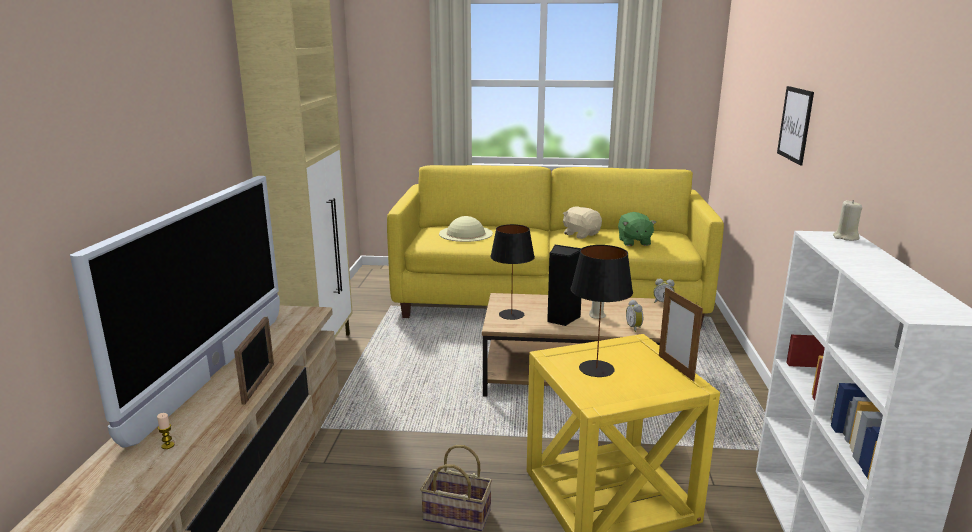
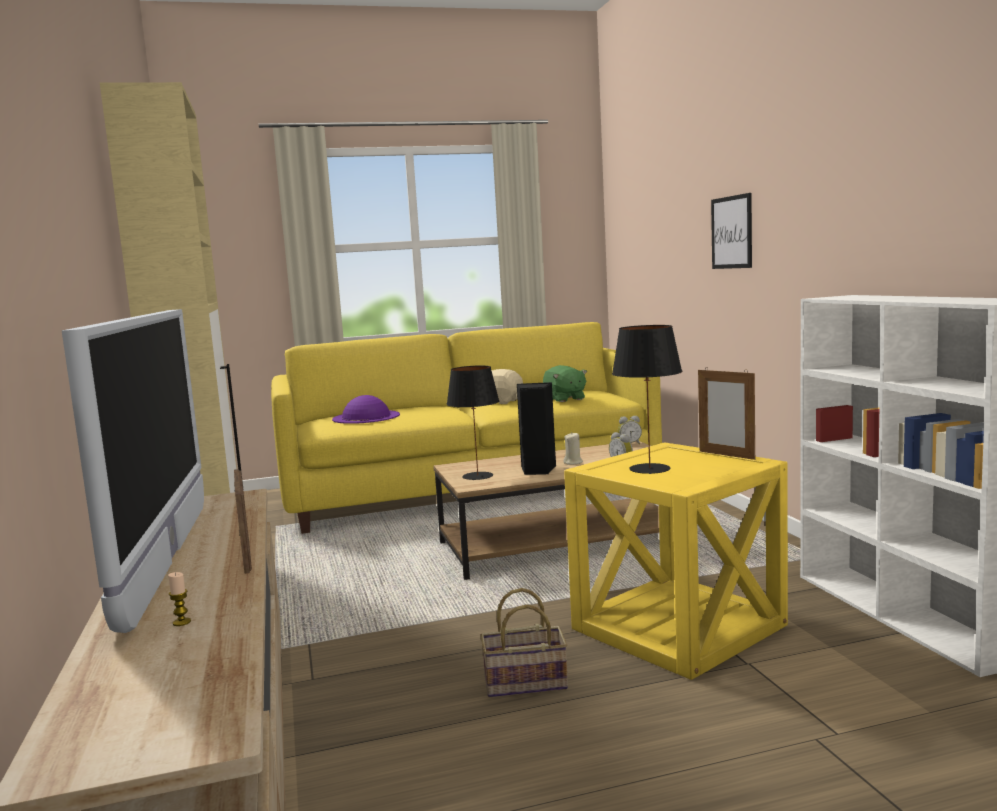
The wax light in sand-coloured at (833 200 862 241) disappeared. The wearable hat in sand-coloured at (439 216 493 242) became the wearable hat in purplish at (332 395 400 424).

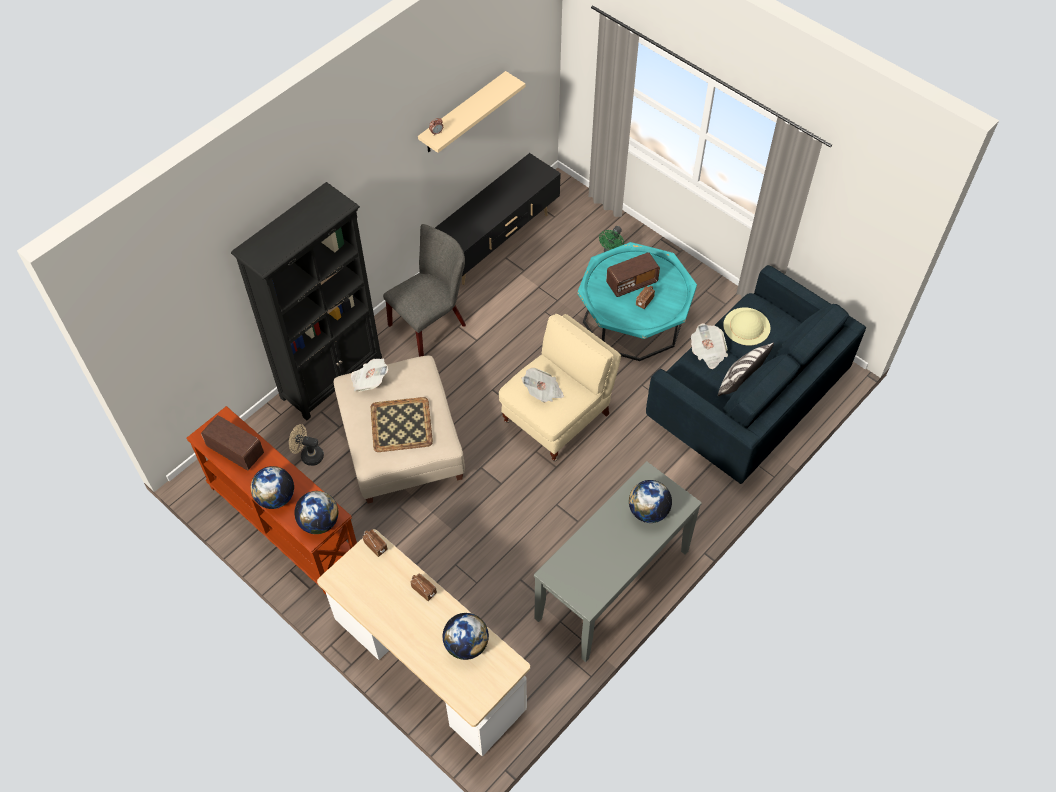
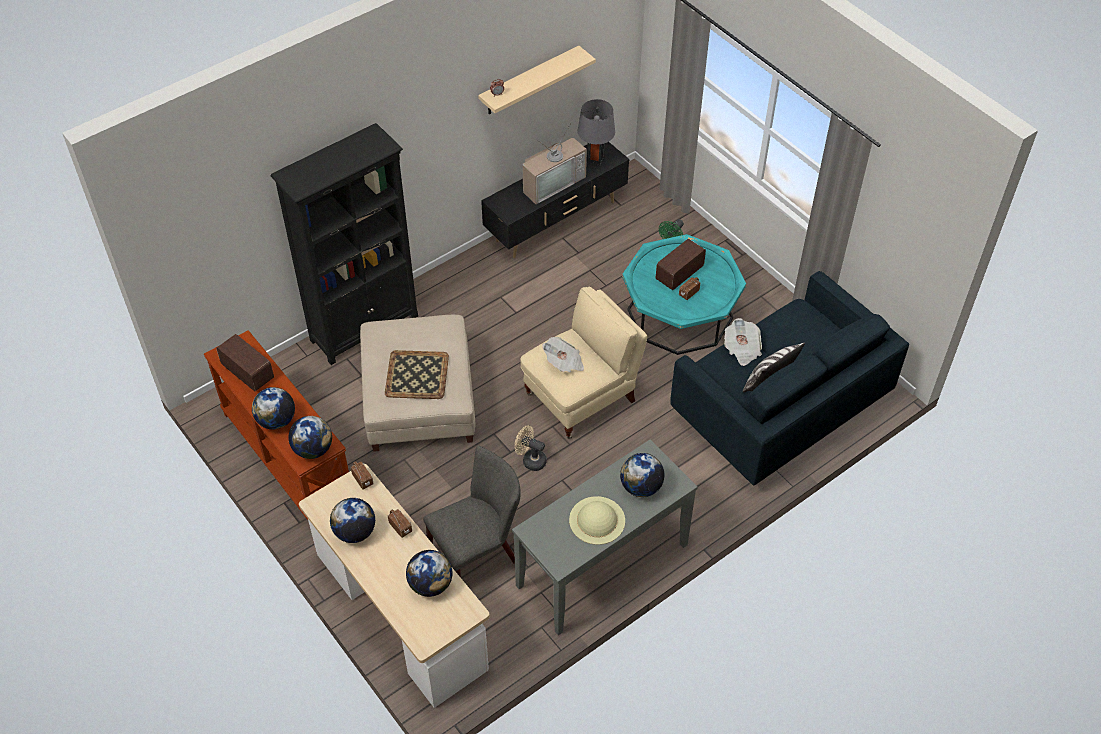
The chair in gray moved from (383 224 466 357) to (423 446 521 578). The radio receiver at (606 252 660 297) turned 150 degrees clockwise. The wearable hat in sand-coloured moved from (723 308 771 345) to (569 496 625 545). The printed paper at (351 359 388 392) disappeared. The electric fan in sand-coloured moved from (289 424 324 466) to (515 425 547 471). The lamp for a table in gray at (578 99 615 166) appeared. The TV at (522 123 587 204) appeared. The desk globe at (330 498 375 543) appeared.

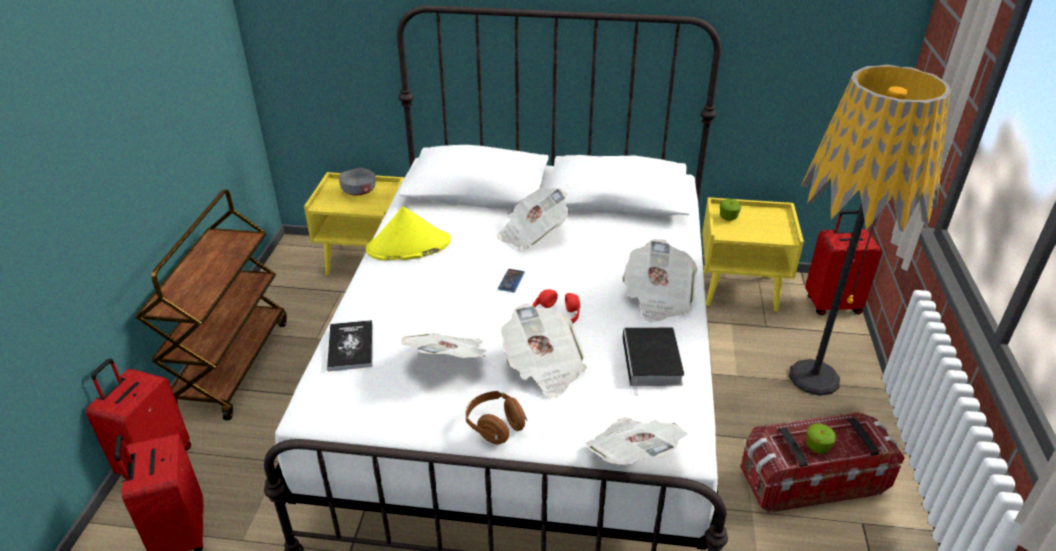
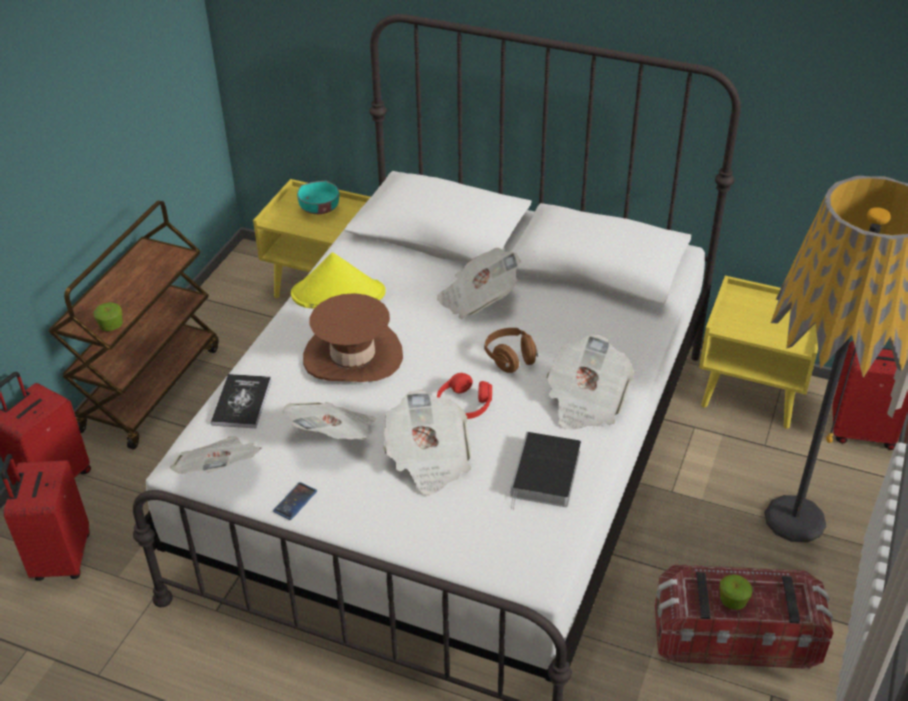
The serving bowl in gray at (339 168 376 195) became the serving bowl in blue-green at (297 181 339 214). The whole apple moved from (720 199 741 221) to (94 302 123 331). The phone moved from (498 269 525 292) to (273 482 317 520). The headphones in brown-coloured moved from (466 391 527 445) to (484 328 538 373). The printed paper moved from (586 417 688 465) to (169 436 262 474). The wearable hat in brown-coloured at (303 293 403 382) appeared.

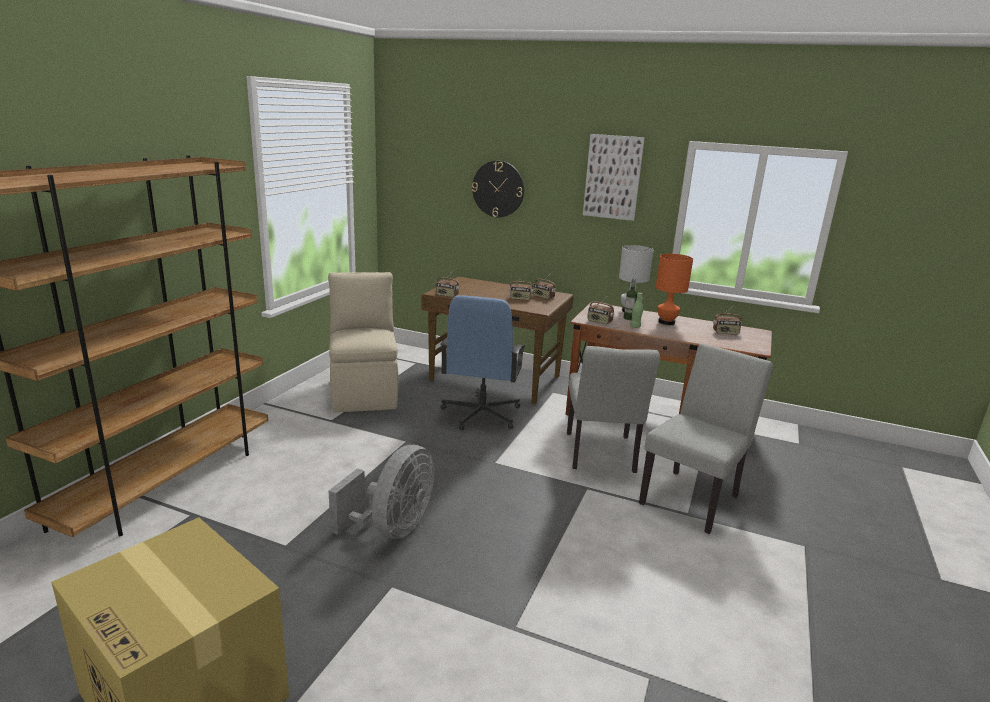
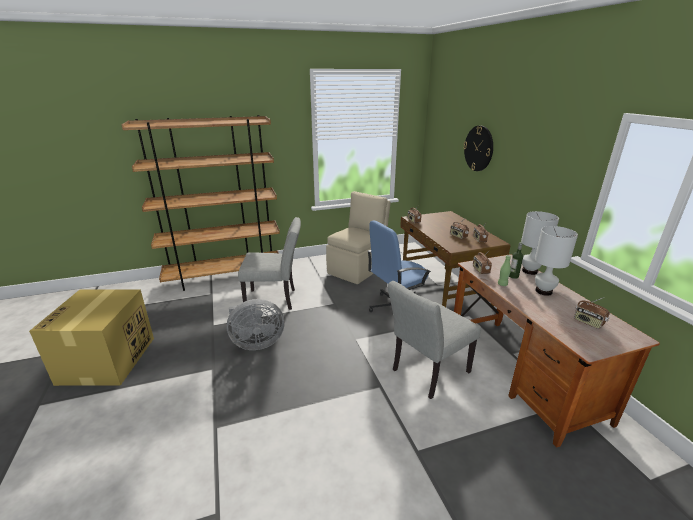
The wall art at (583 134 645 221) disappeared. The lamp for a table in orange-coloured at (656 254 693 325) became the lamp for a table in white-coloured at (535 226 578 296). The chair in gray moved from (639 343 773 534) to (238 217 301 310).

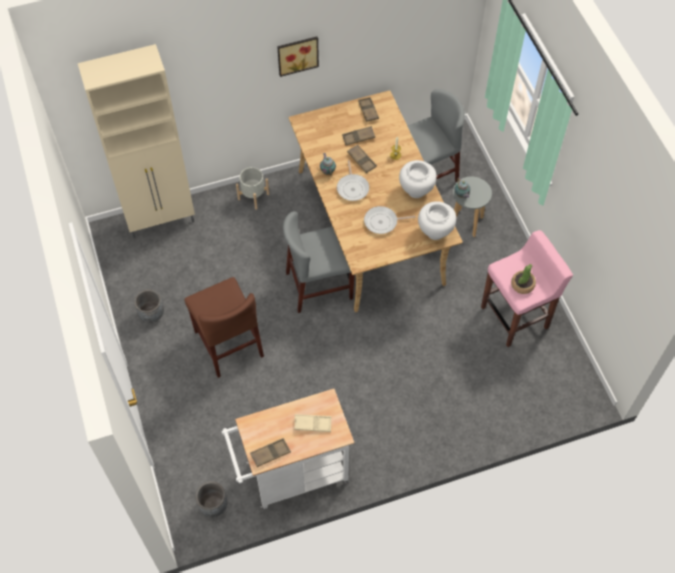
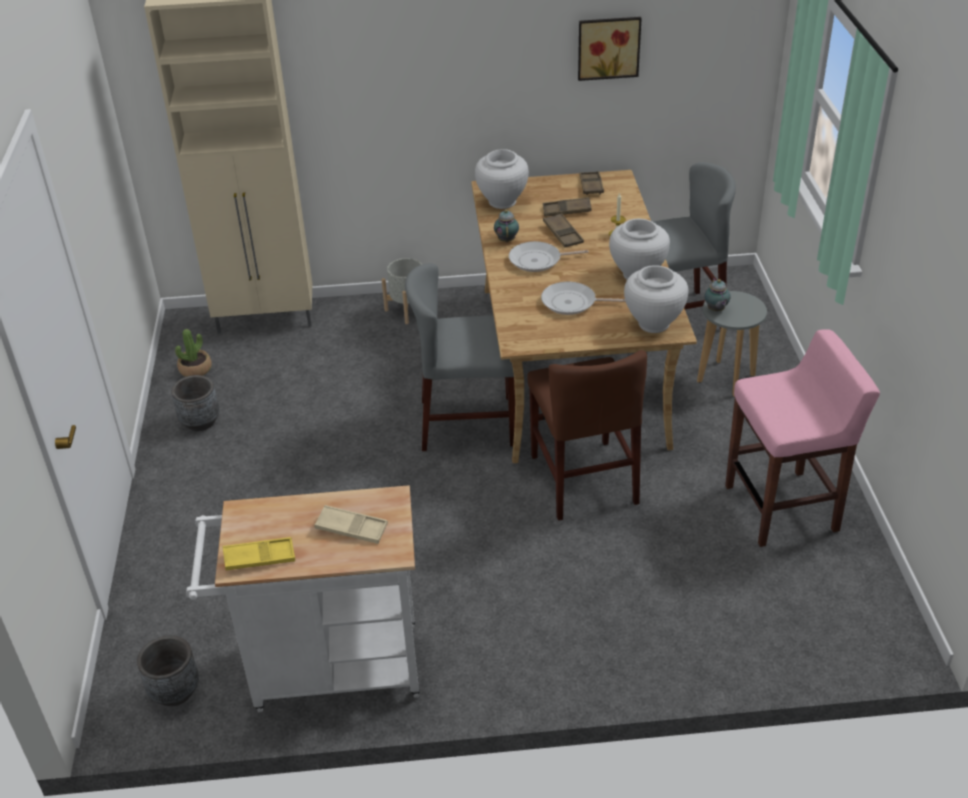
The wall art moved from (277 37 319 77) to (578 17 642 81). The skillet at (337 160 369 201) turned 75 degrees clockwise. The plant in a pot moved from (511 264 536 294) to (175 329 212 377). The chair in brown-coloured moved from (185 277 264 378) to (527 350 647 521). The carrying tray in brown-coloured at (250 438 291 467) became the carrying tray in yellow at (223 537 295 570). The decorative vase in white-coloured at (475 149 529 209) appeared.

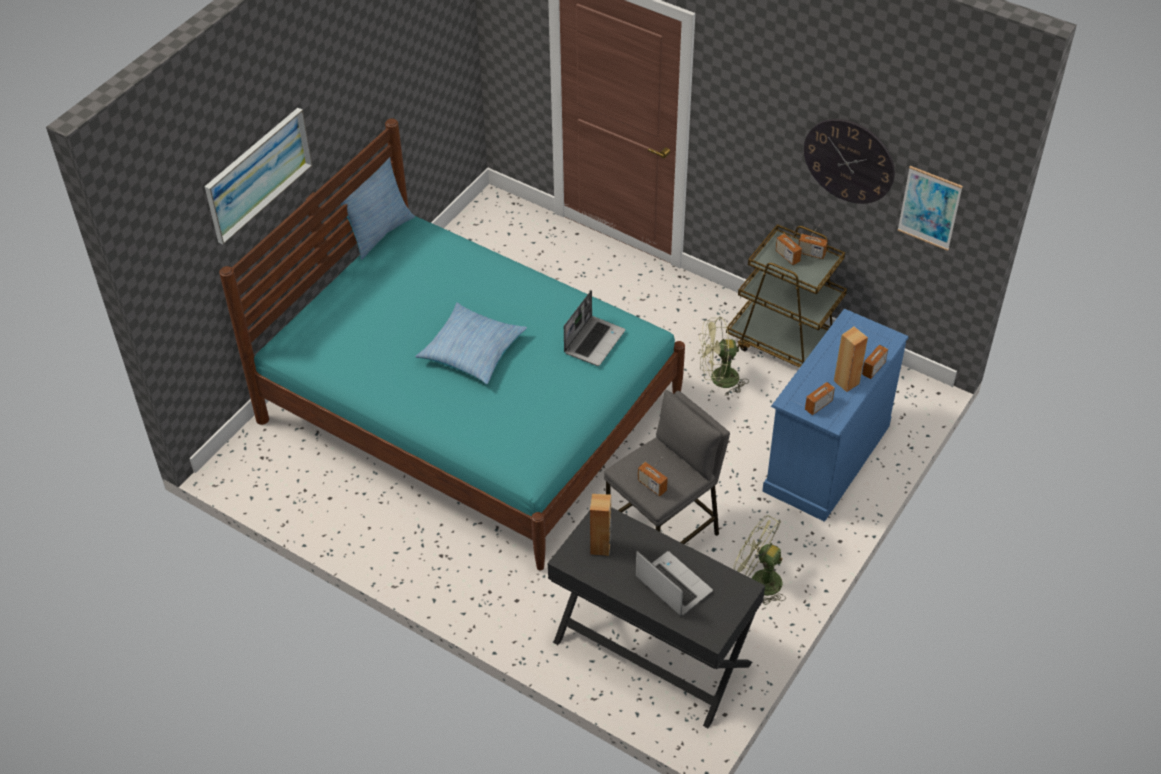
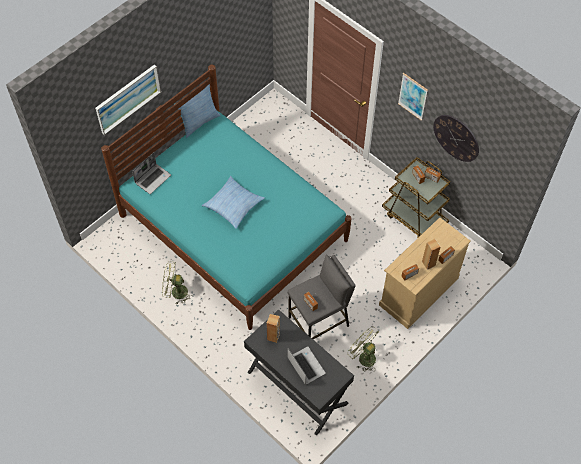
The wall art moved from (898 166 963 251) to (398 73 428 121). The notebook computer moved from (564 290 625 366) to (132 152 171 194). The drawer chest in bluish at (762 309 909 522) became the drawer chest in sand-coloured at (379 218 471 329). The electric fan in green moved from (698 317 749 397) to (162 261 192 304).

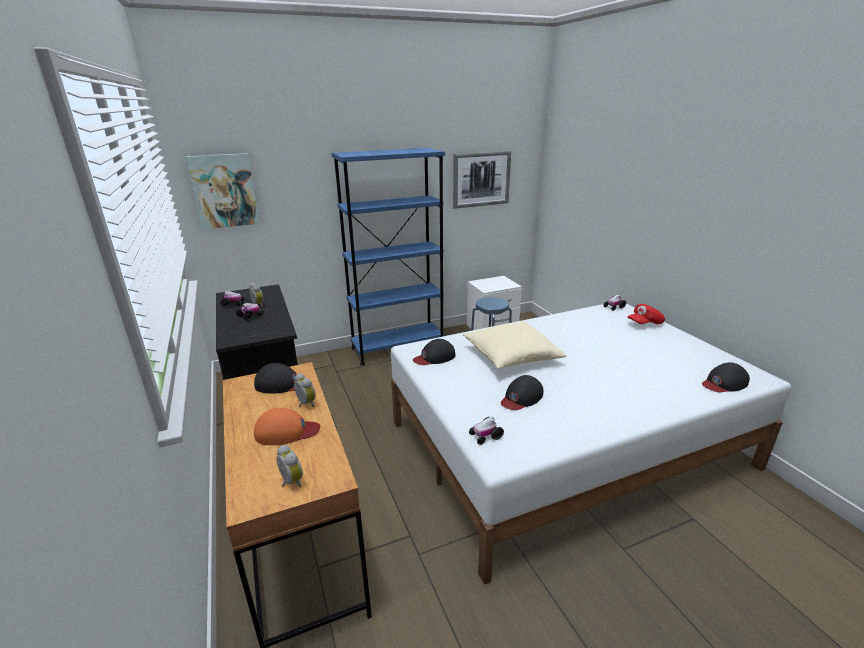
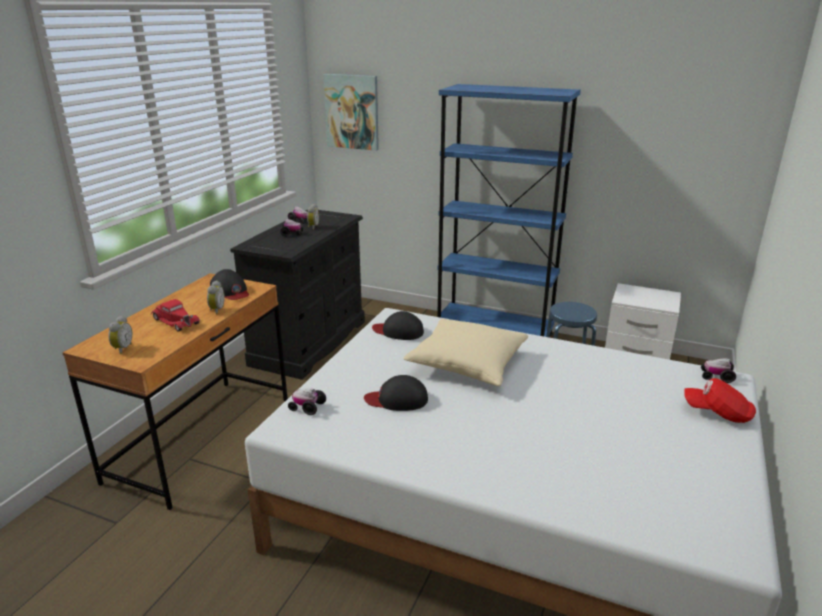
The wall art at (453 151 511 209) disappeared. The baseball cap in black-coloured at (702 362 750 392) disappeared. The baseball cap in orange-coloured at (254 408 320 445) was replaced by the model car in red-coloured at (151 299 200 332).

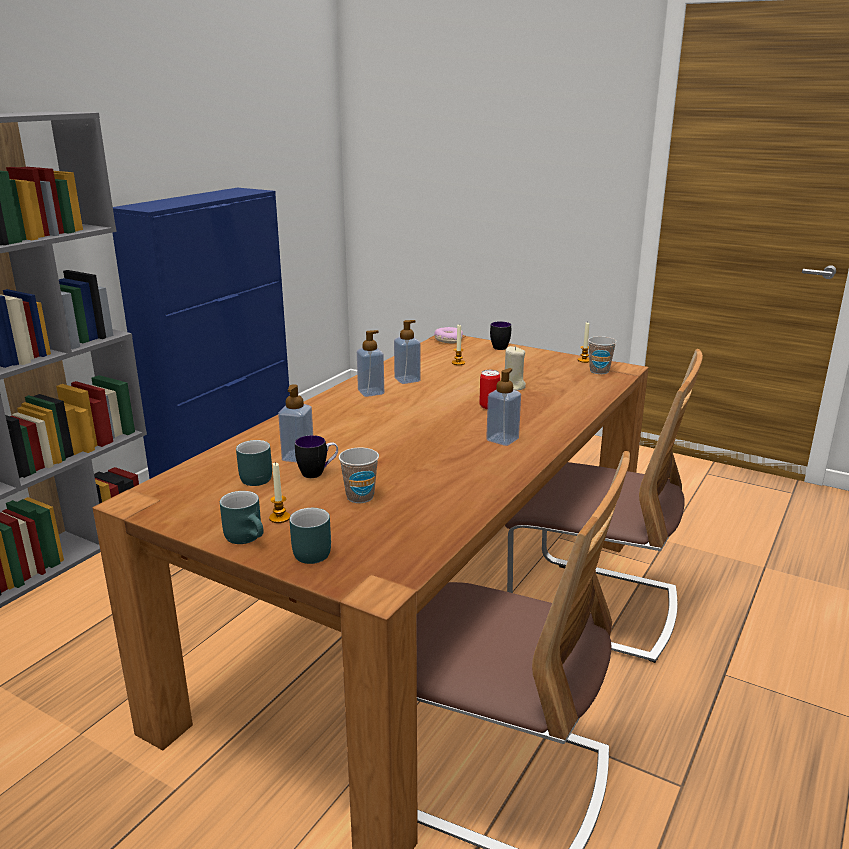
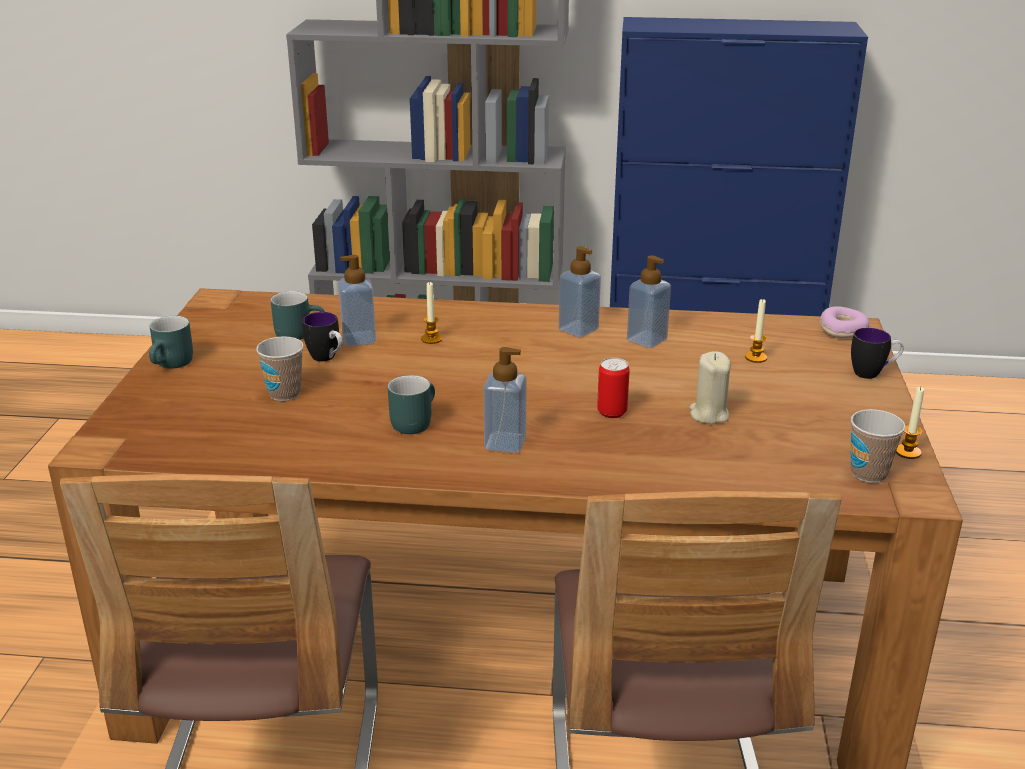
The wax light moved from (269 462 290 523) to (421 281 442 344). The coffee mug in blue-green moved from (289 508 331 564) to (388 375 435 434).

